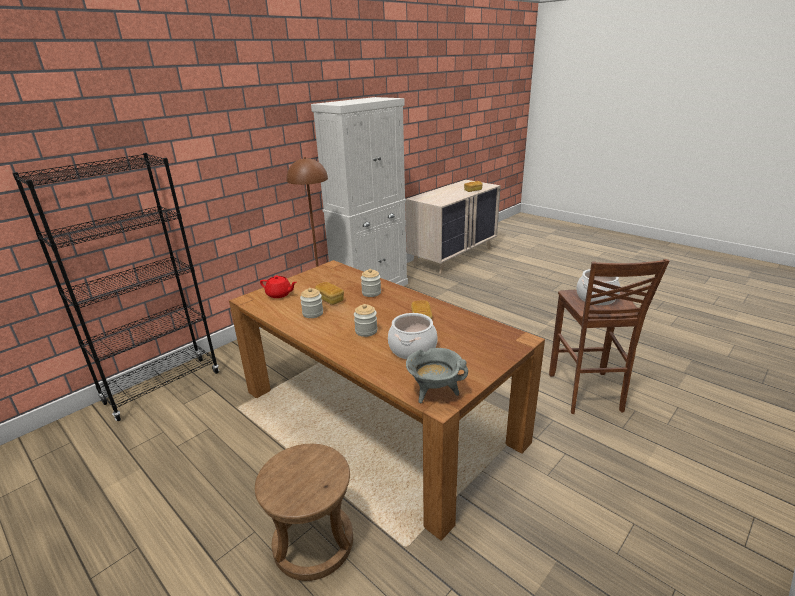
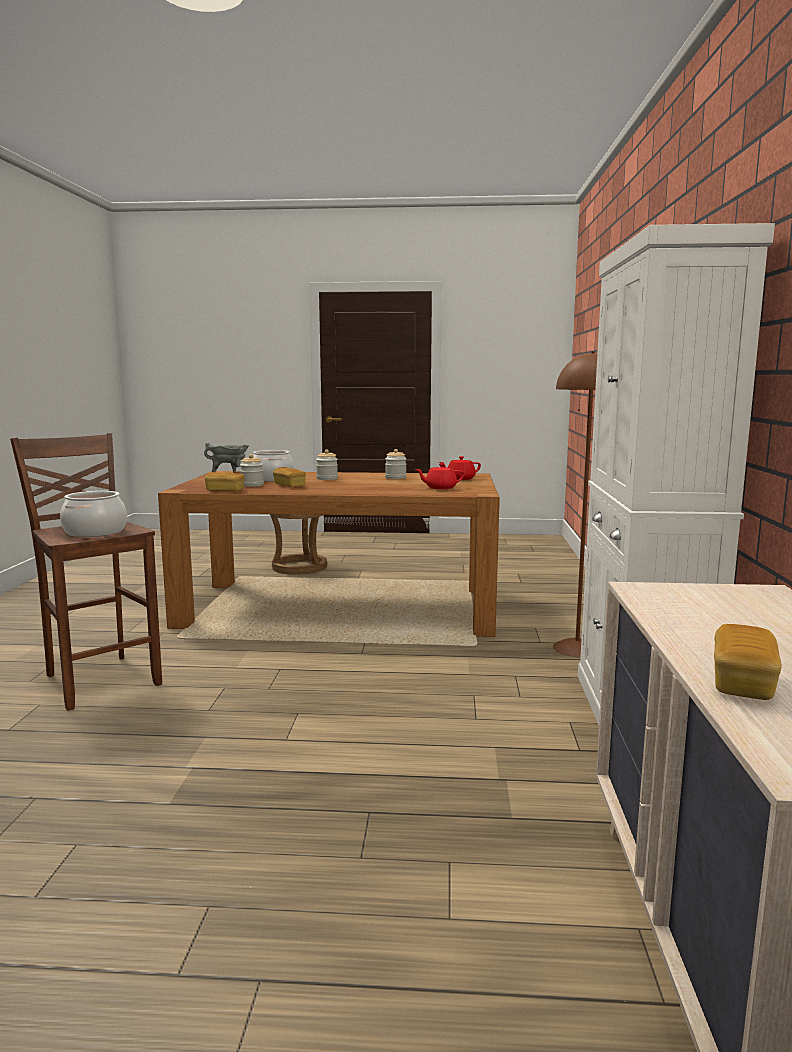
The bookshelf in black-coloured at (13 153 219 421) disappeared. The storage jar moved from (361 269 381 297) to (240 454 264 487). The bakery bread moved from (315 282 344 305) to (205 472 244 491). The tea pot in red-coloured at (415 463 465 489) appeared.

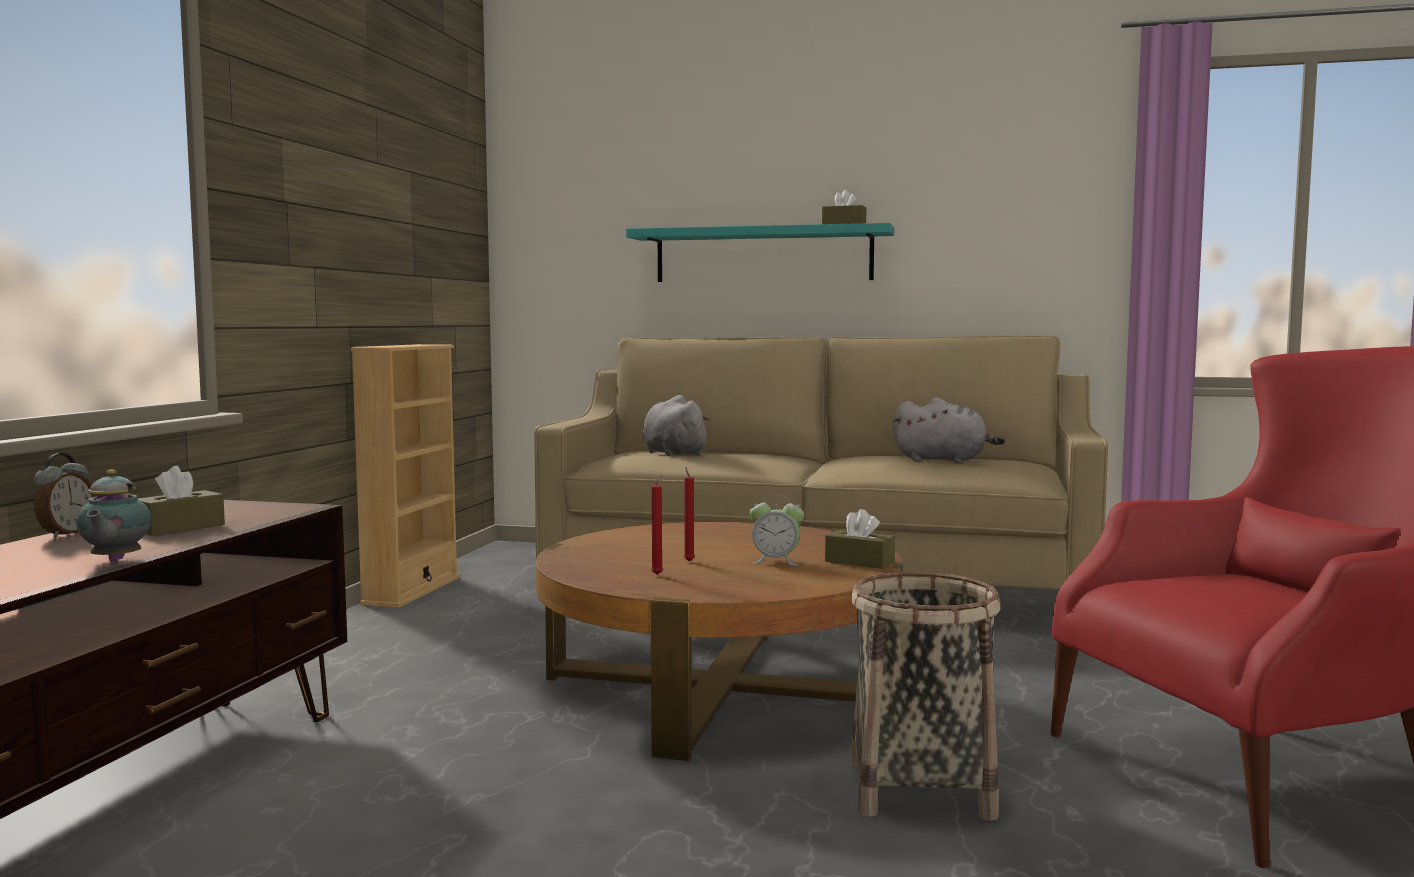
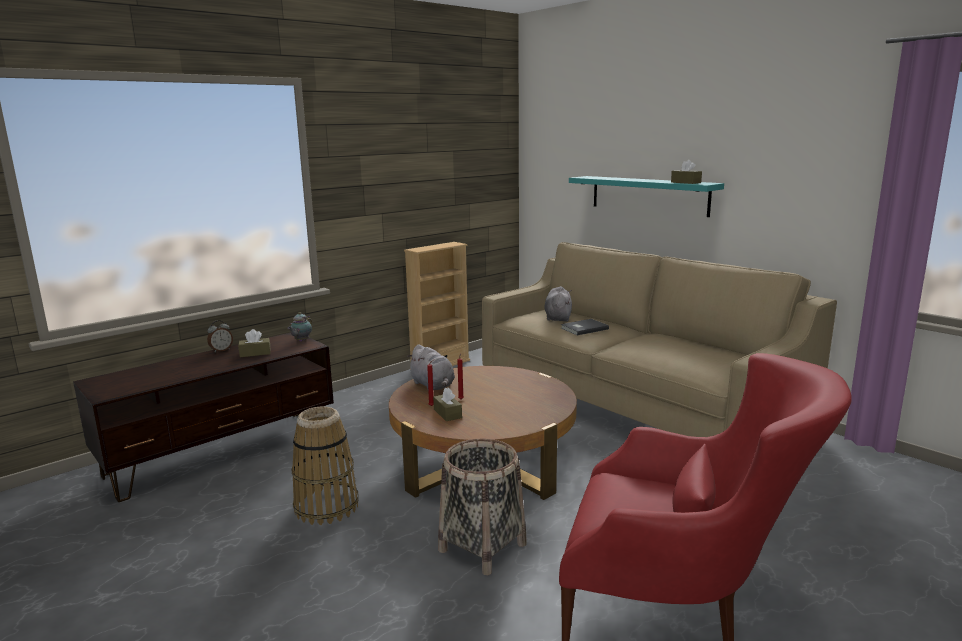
The plush toy in gray moved from (893 398 1005 463) to (407 344 455 390). The tea pot moved from (76 469 151 562) to (288 312 312 342). The bedside clock at (749 494 804 565) disappeared. The box of tissues in brown-coloured moved from (825 509 895 569) to (433 388 462 421). The book in gray at (561 319 609 335) appeared. The household basket at (292 406 358 525) appeared.

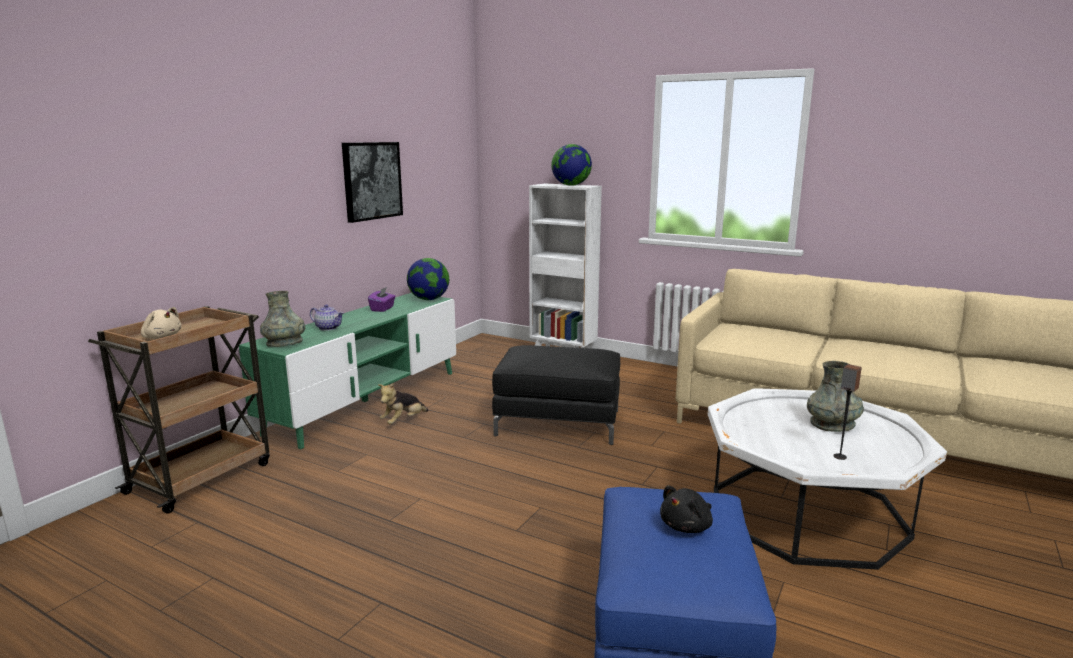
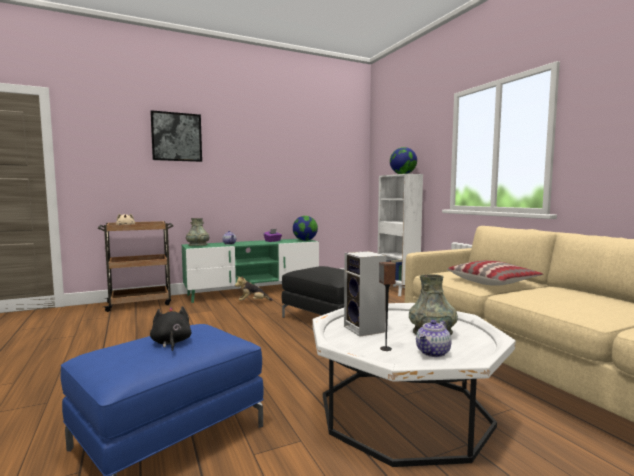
The wall art moved from (342 142 403 223) to (150 110 202 162). The plush toy in black-coloured at (660 485 713 533) turned 75 degrees clockwise. The audio speaker at (344 251 386 337) appeared. The cushion at (447 261 543 286) appeared. The tea pot at (416 320 452 357) appeared.

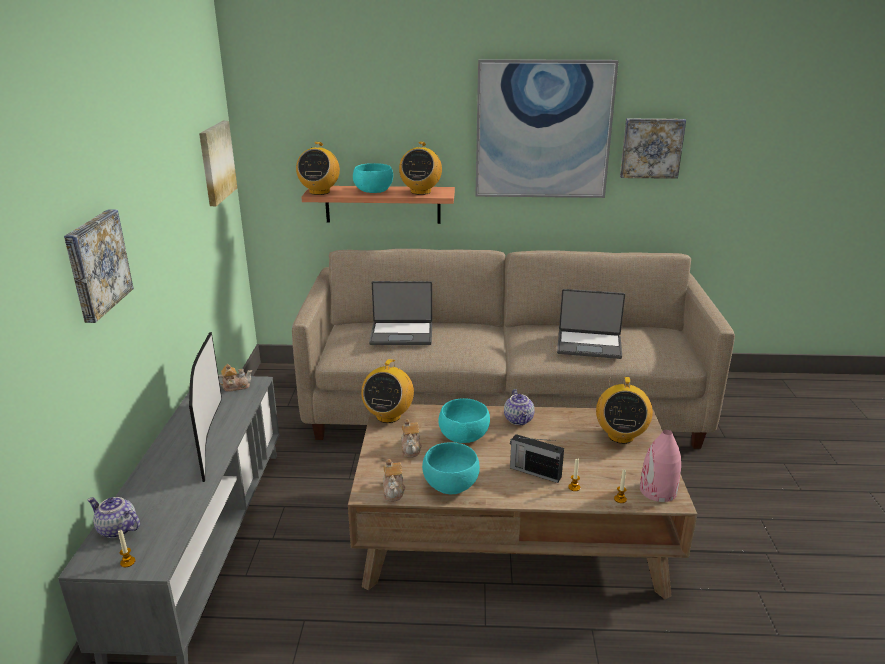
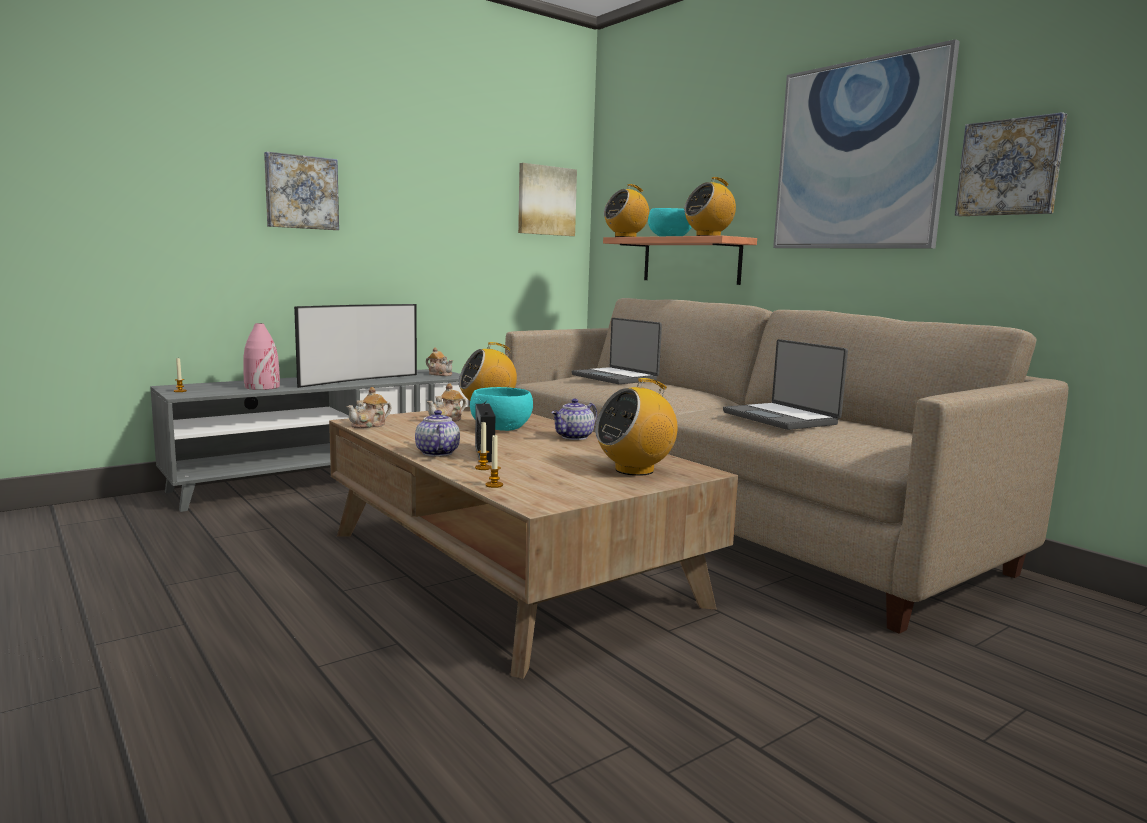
The decorative vase in pink moved from (640 430 681 502) to (243 323 280 390). The serving bowl in blue-green at (422 442 480 494) disappeared. The tea pot moved from (87 497 140 538) to (415 410 460 457).

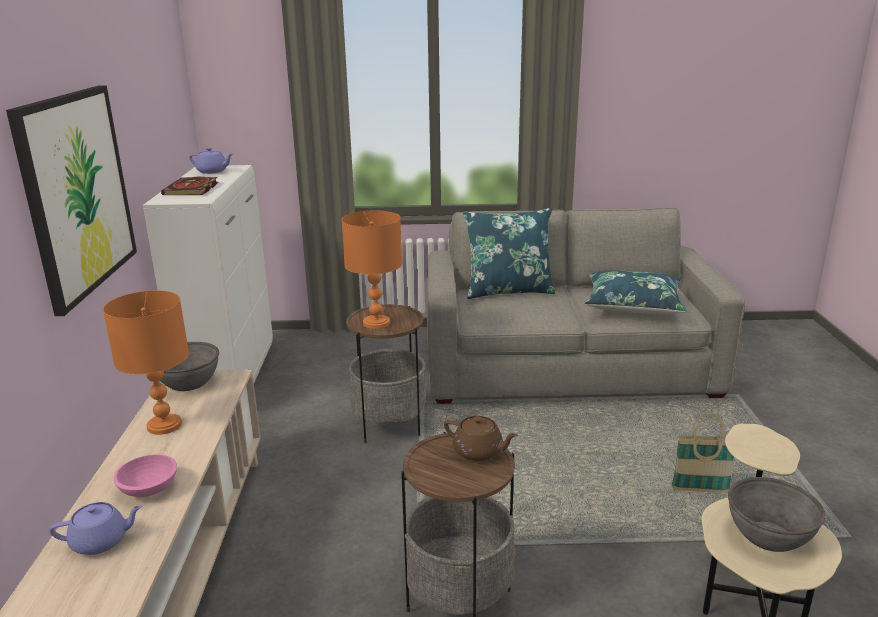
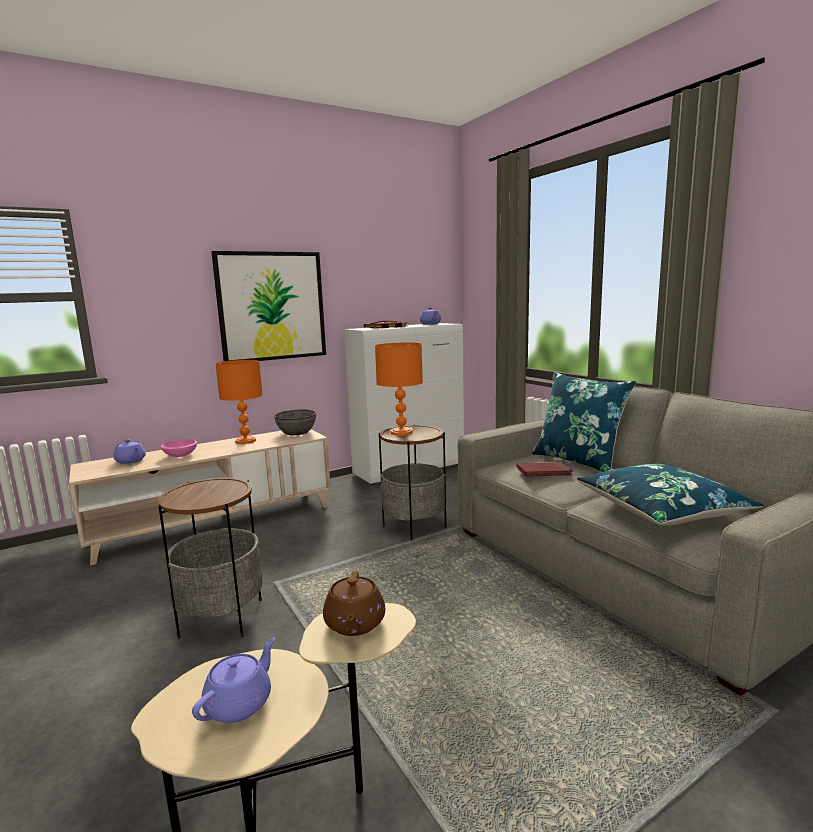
The household basket at (671 414 734 493) disappeared. The tea pot in brown-coloured moved from (444 416 518 461) to (323 571 385 636). The serving bowl in gray at (728 477 825 552) was replaced by the tea pot in purplish at (192 637 275 723). The book in red-coloured at (517 462 573 477) appeared.

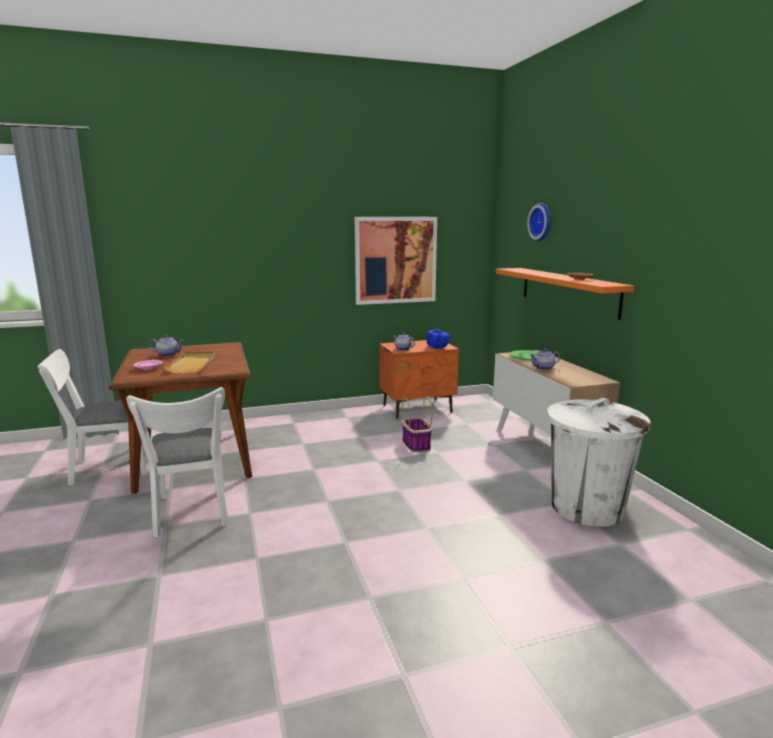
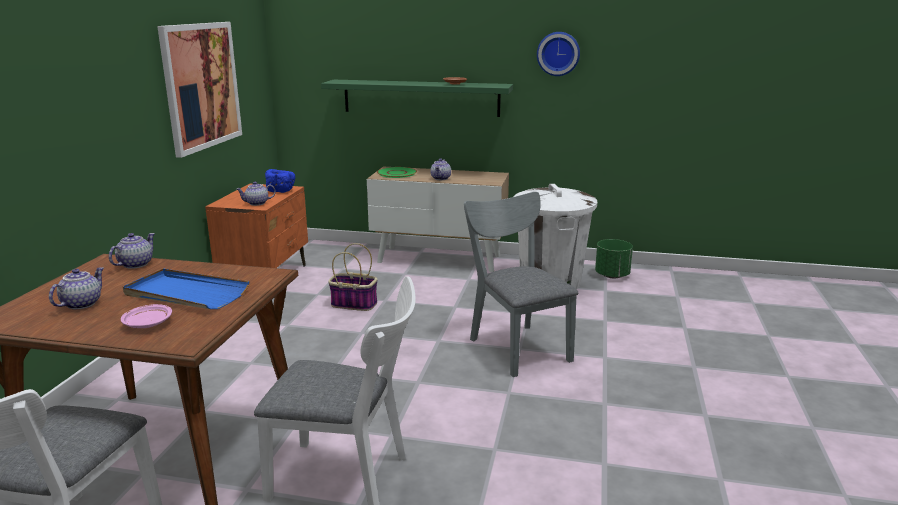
The wall clock moved from (527 203 551 241) to (537 32 580 76). The bracket shelf in orange-coloured at (496 268 634 320) became the bracket shelf in green at (321 80 513 117). The carrying tray in sand-coloured at (164 351 215 374) became the carrying tray in bluish at (123 269 250 309). The chair in gray at (464 192 578 377) appeared. The tea pot at (109 233 155 269) appeared. The planter in green at (595 239 633 278) appeared.

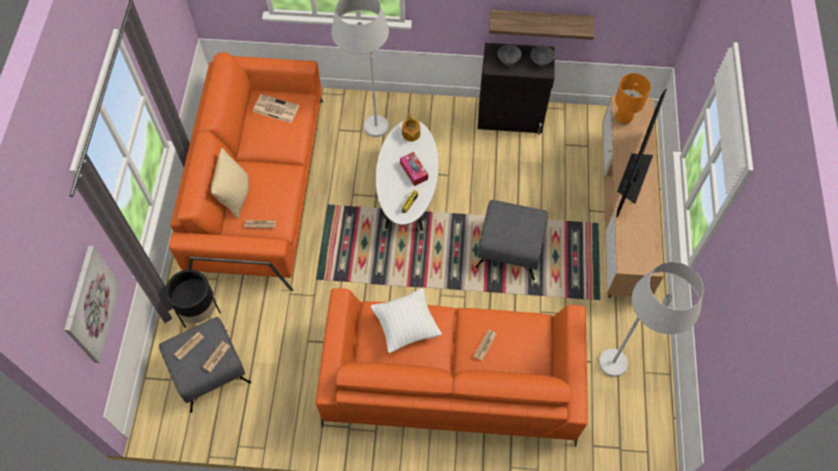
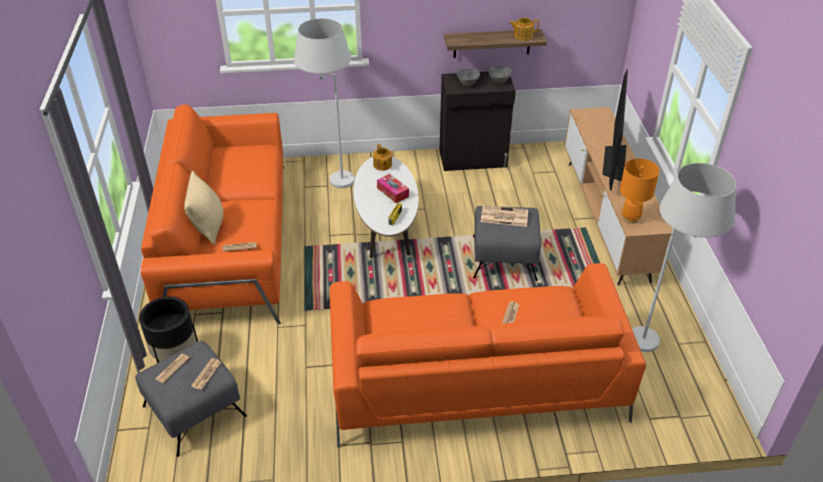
The lamp for a table in orange-coloured moved from (615 73 651 125) to (620 158 660 224). The printed paper moved from (253 94 299 123) to (481 205 528 227). The wall art at (64 246 120 363) disappeared. The cushion in white-coloured at (371 288 442 353) disappeared. The tea pot at (509 18 539 41) appeared.

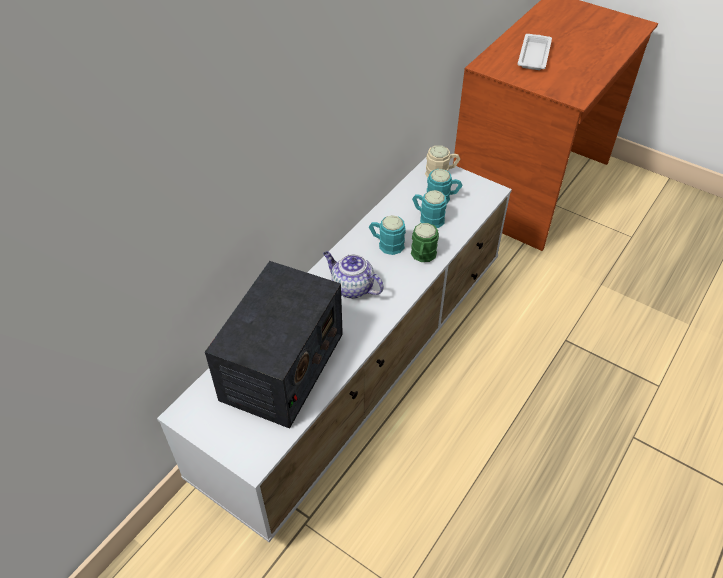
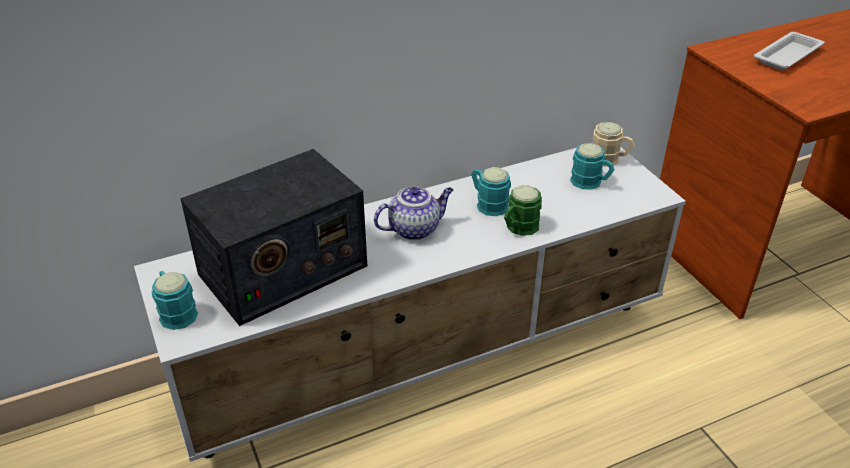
The coffee mug in blue-green moved from (412 190 447 228) to (152 271 198 330). The tea pot at (323 251 384 299) turned 90 degrees clockwise.

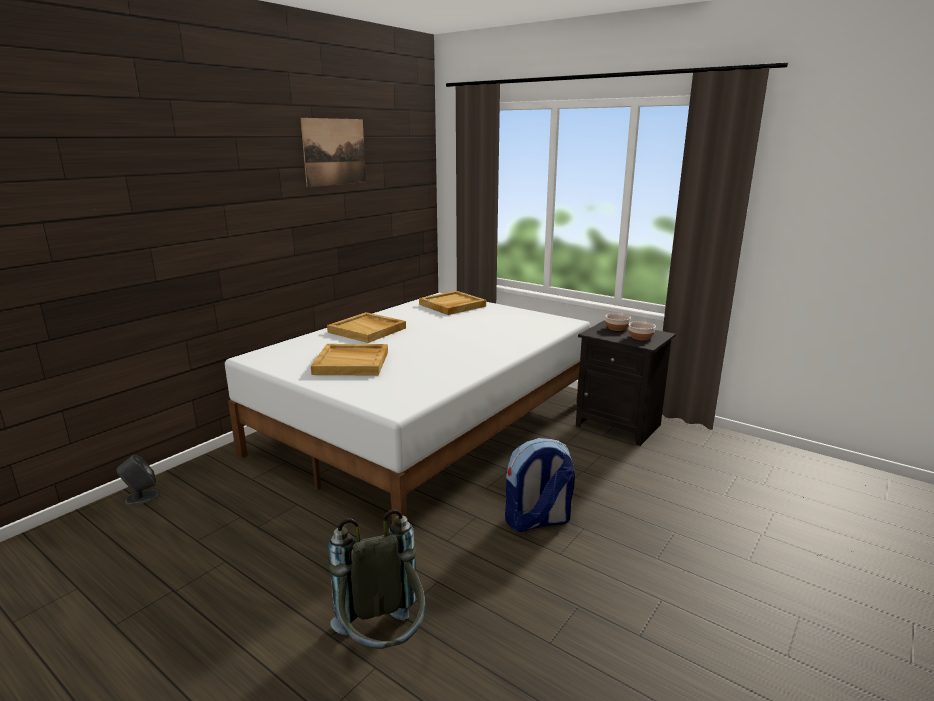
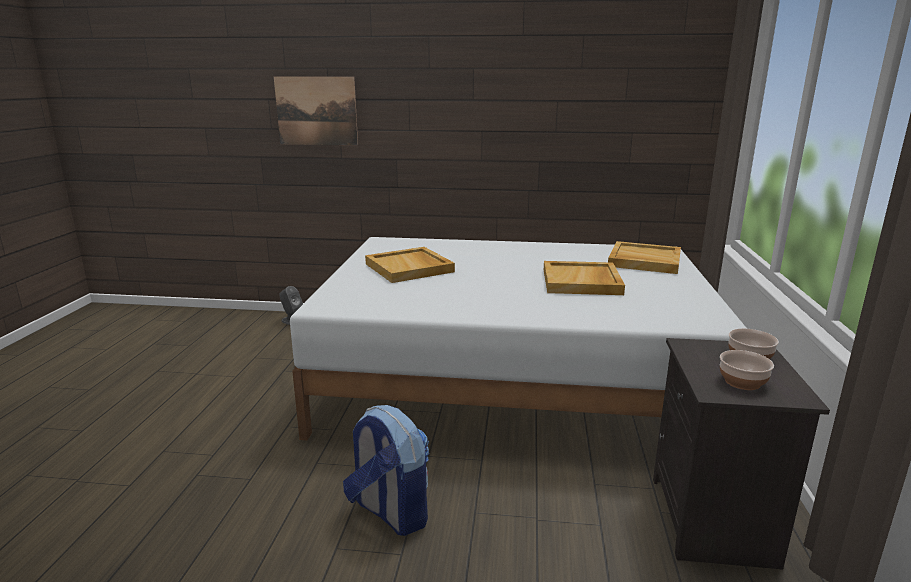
The wall art moved from (301 118 366 187) to (274 76 358 145). The carrying tray in sand-coloured moved from (327 312 406 343) to (544 261 625 295). The rucksack in gray at (328 509 425 649) disappeared.

